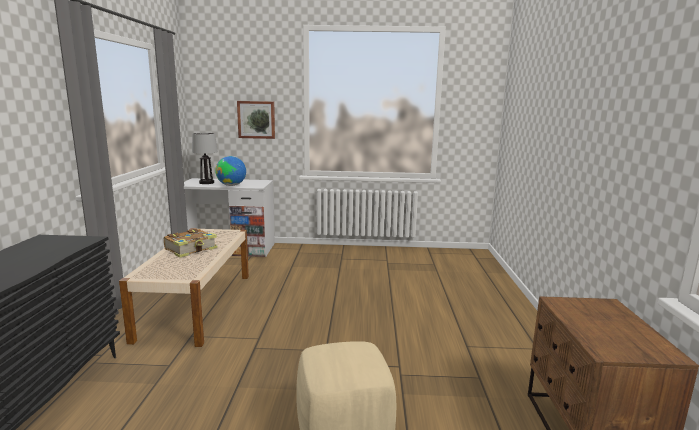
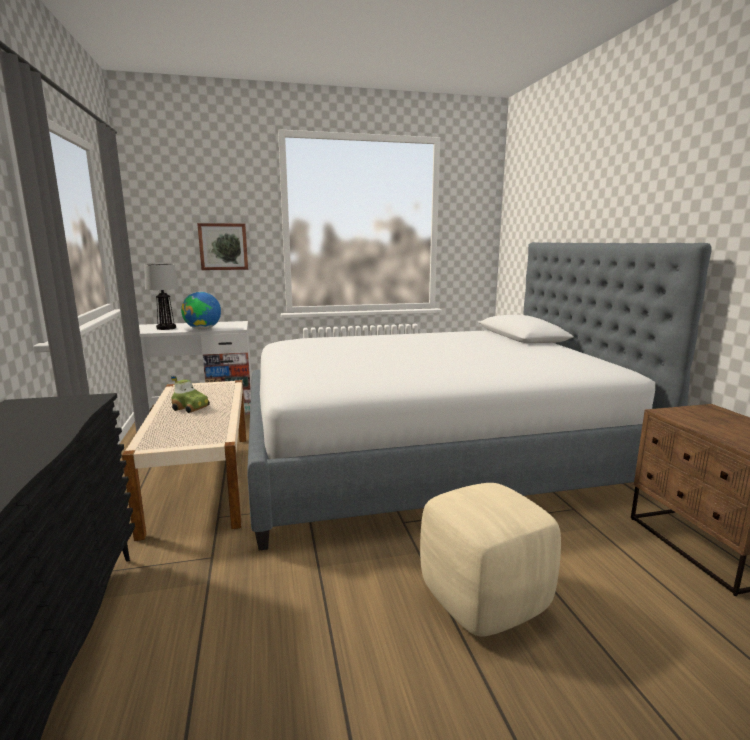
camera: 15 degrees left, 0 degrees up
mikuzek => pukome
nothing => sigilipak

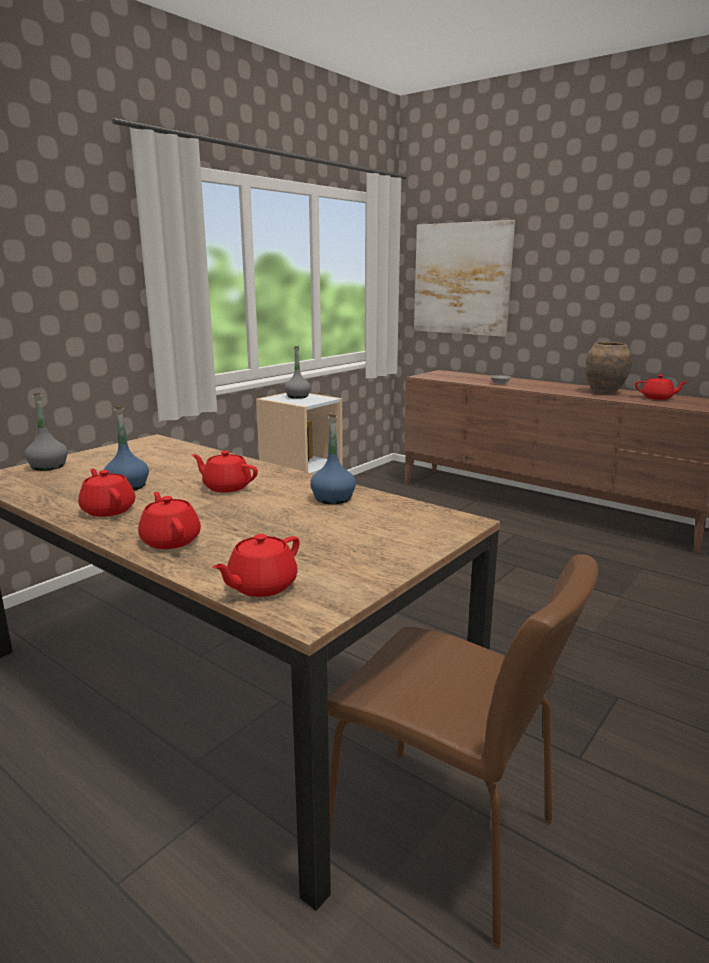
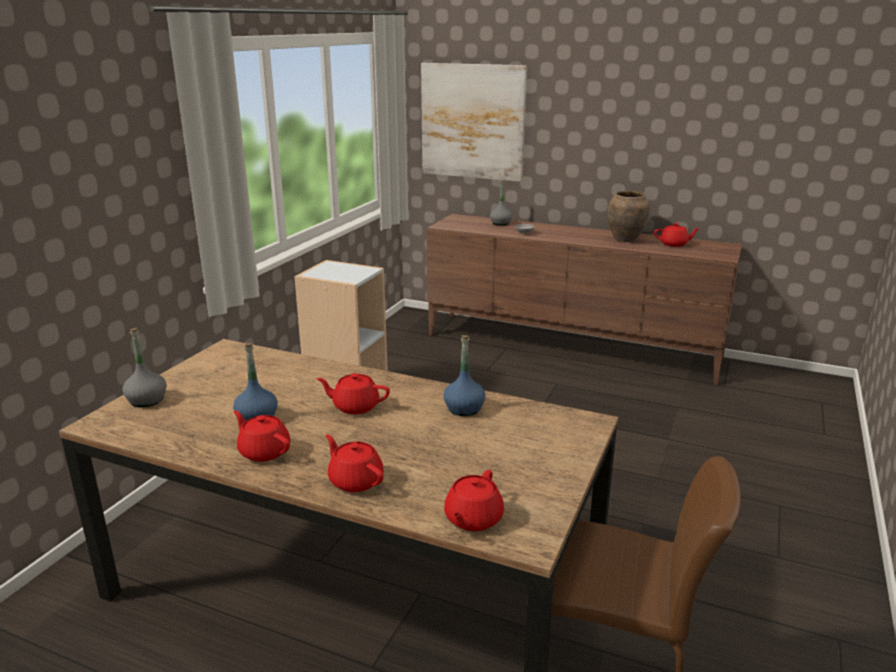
camera: 15 degrees left, 5 degrees up
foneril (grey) (2nd from left), moved

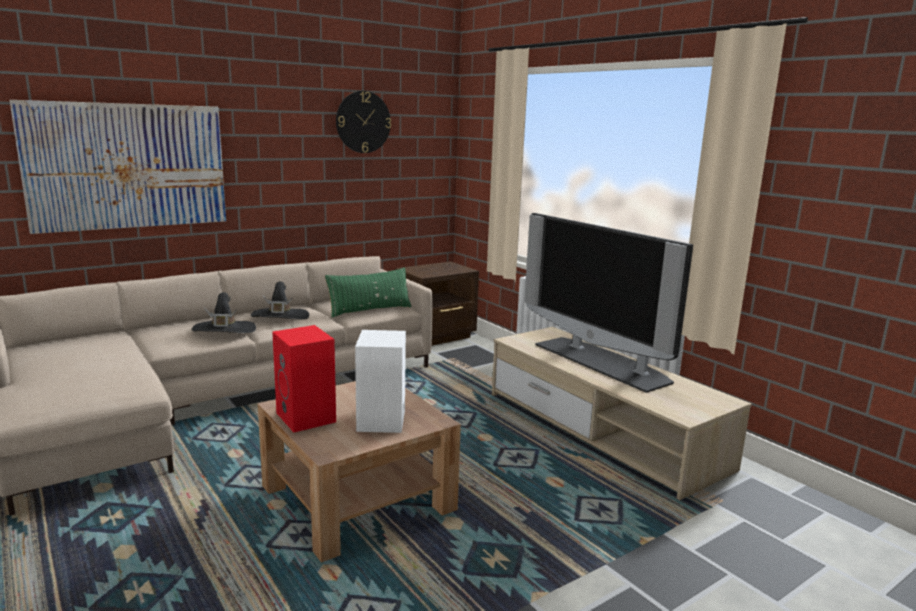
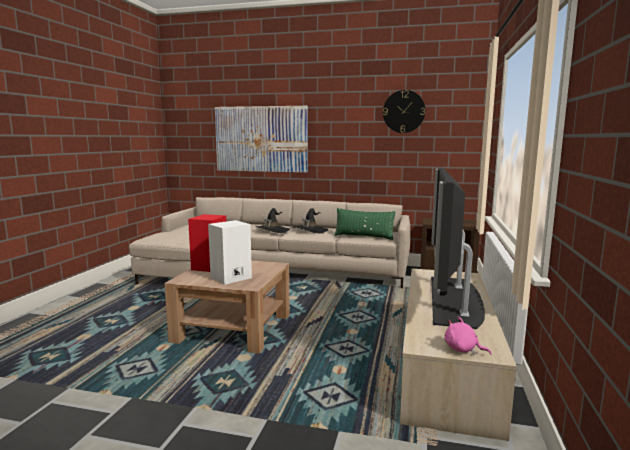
camera: 50 degrees right, 5 degrees down
nothing => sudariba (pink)

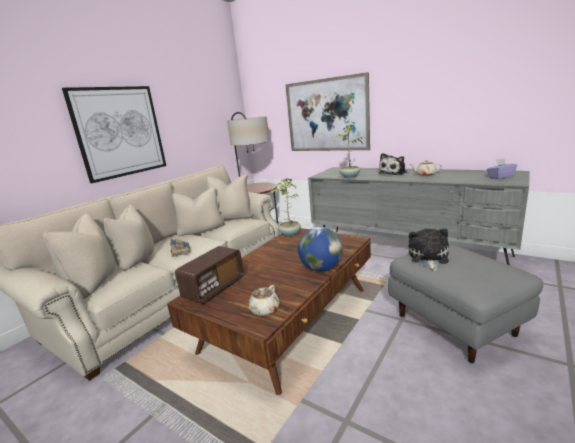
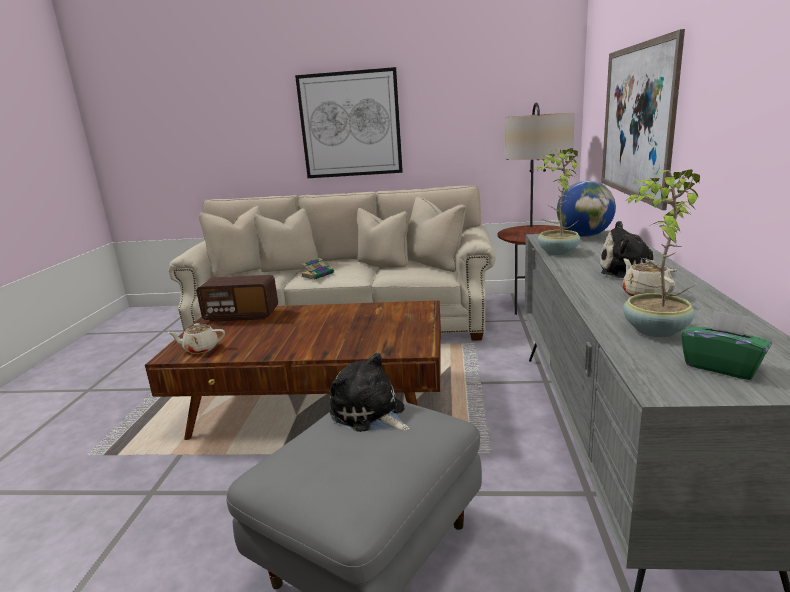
camera: 60 degrees right, 0 degrees up
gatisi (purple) => gatisi (green)
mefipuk (1st from left in the first image) => mefipuk (2nd from left), moved
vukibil, moved
sudariba (2nd from left in the first image) => sudariba (1st from left), 120 degrees counterclockwise

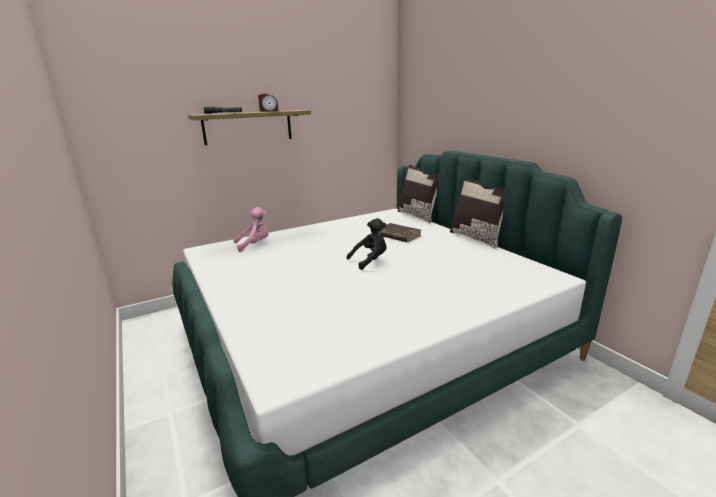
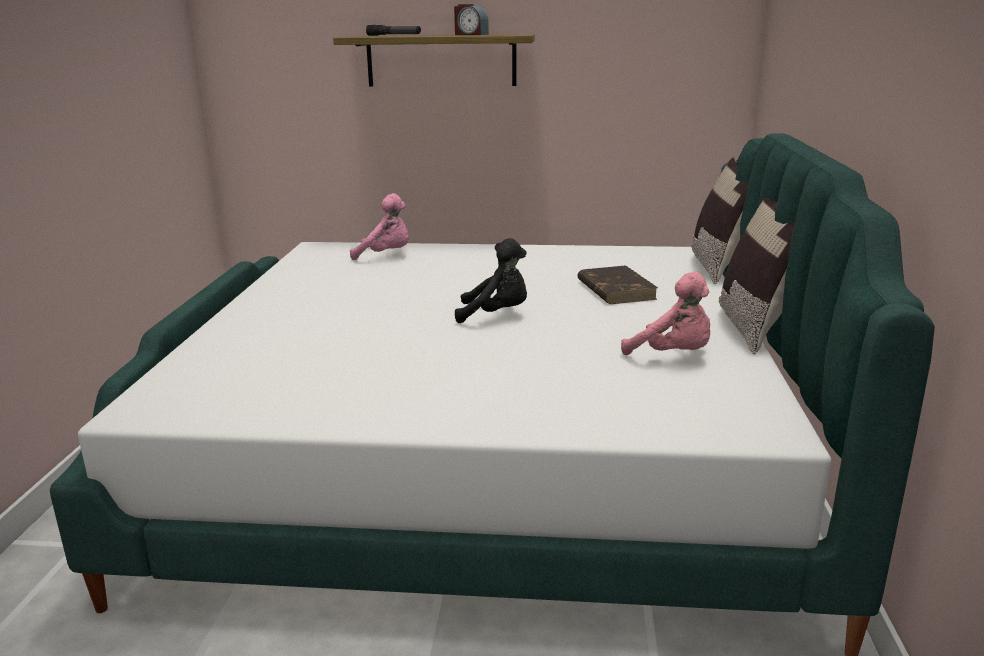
camera: 35 degrees right, 0 degrees up
nothing => sudariba (pink) (2nd from left)

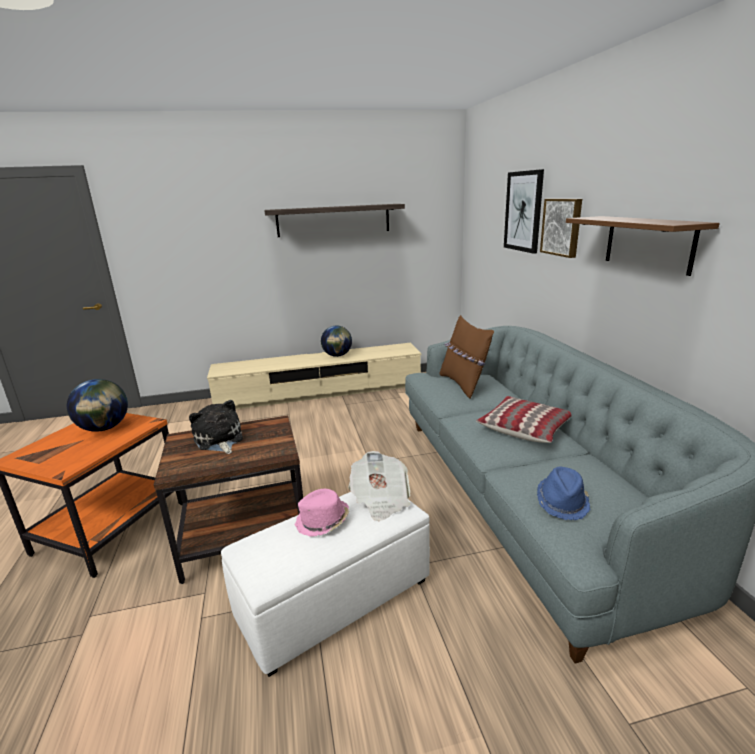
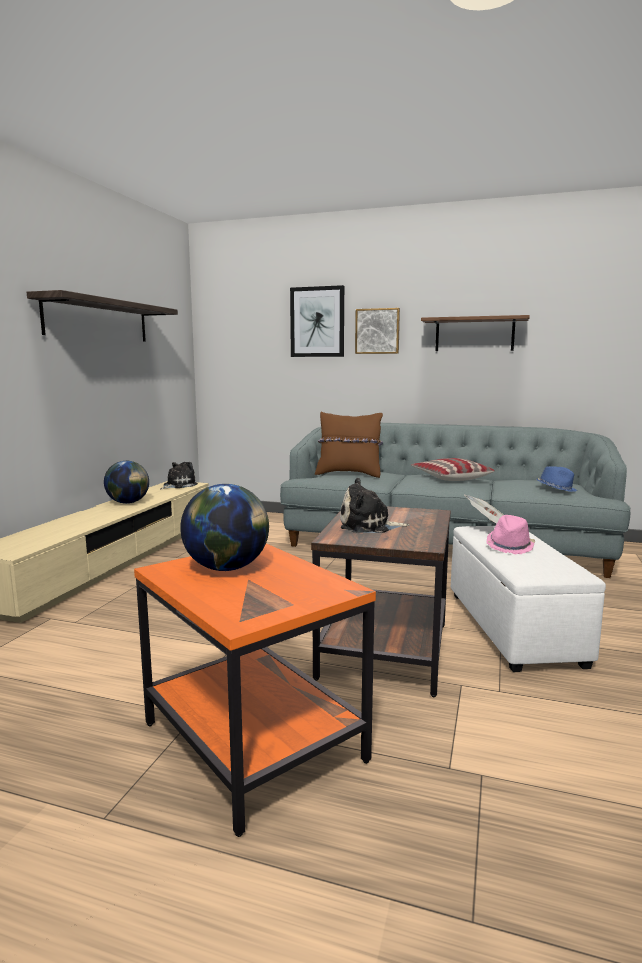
camera: 60 degrees left, 10 degrees down
nothing => sudariba (1st from left)

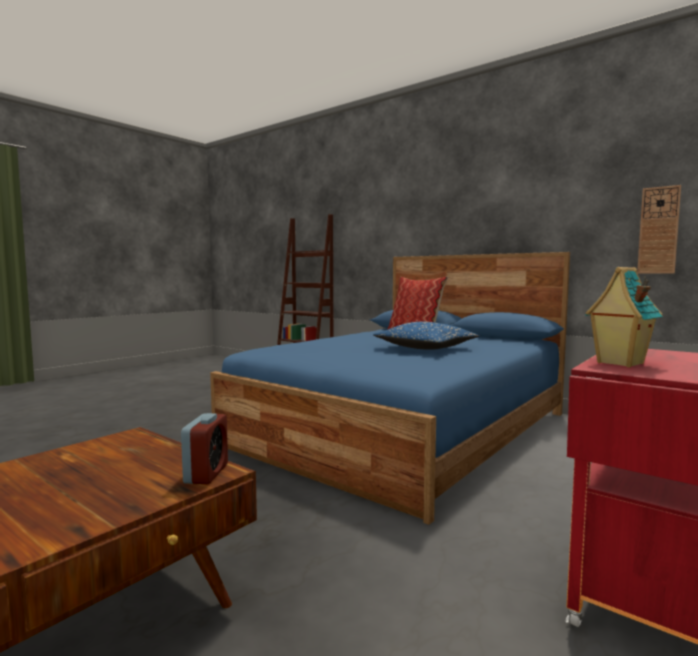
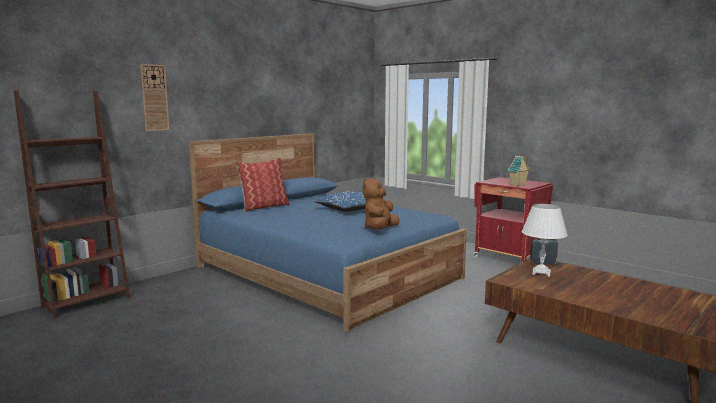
camera: 85 degrees left, 5 degrees up
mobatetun, moved
nothing => sudariba (brown)
nothing => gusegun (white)

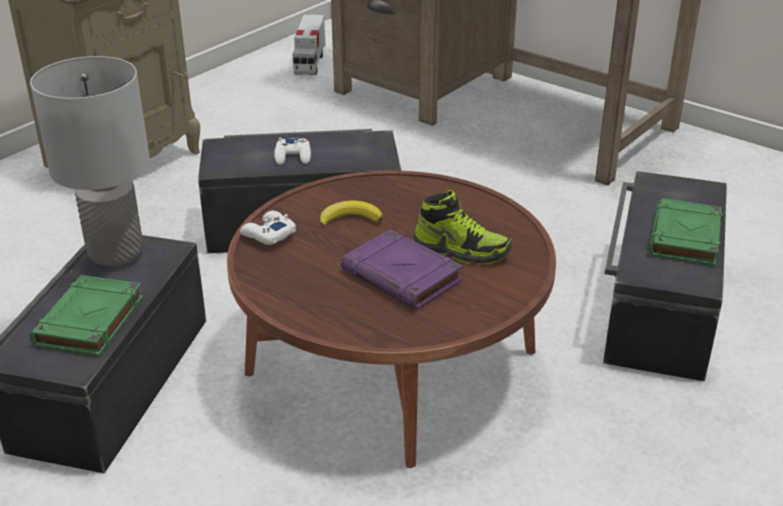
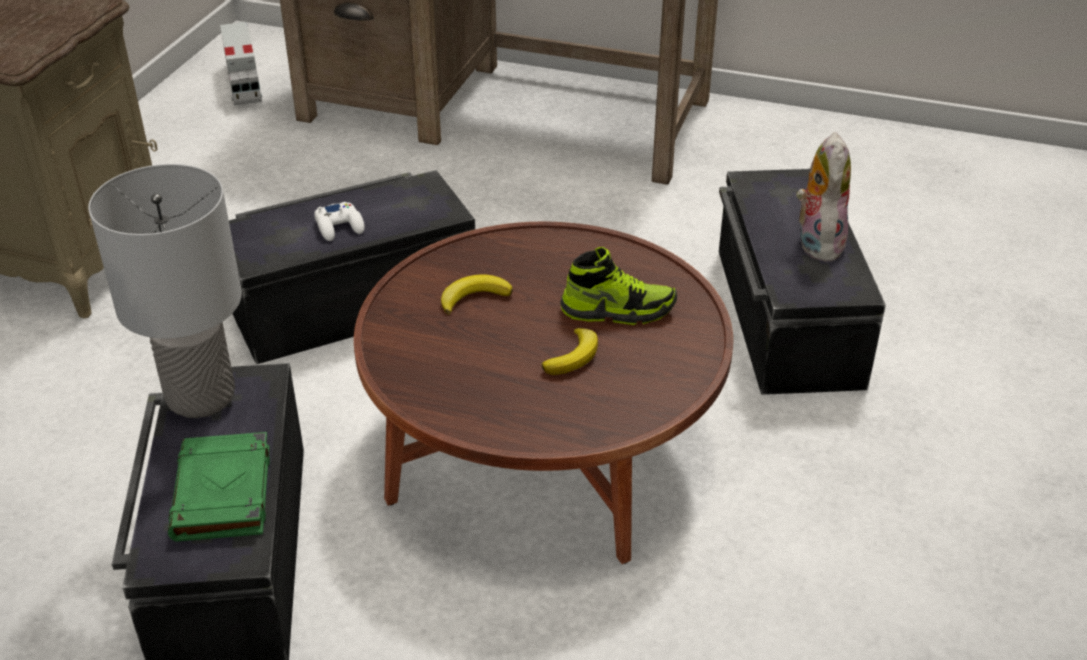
camera: 20 degrees left, 5 degrees up
mikuzek (green) (2nd from left) => sudariba
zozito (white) (1st from left) => nothing
mikuzek (purple) => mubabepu (2nd from left)

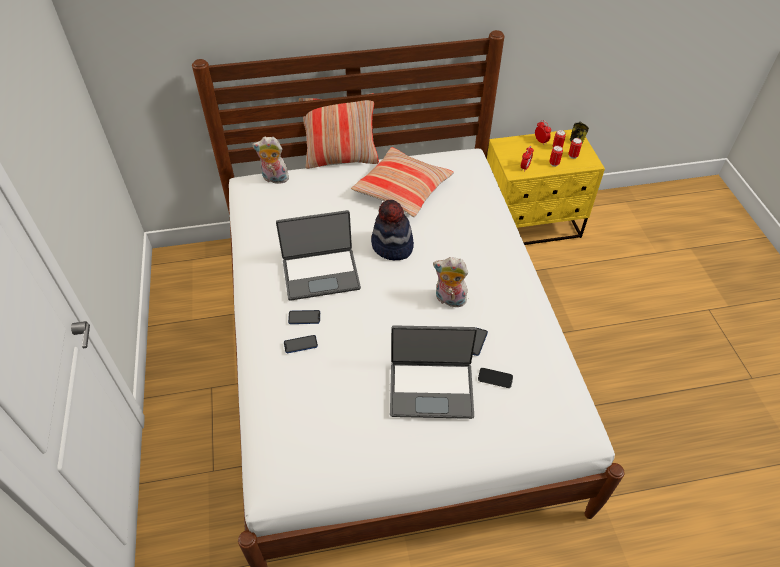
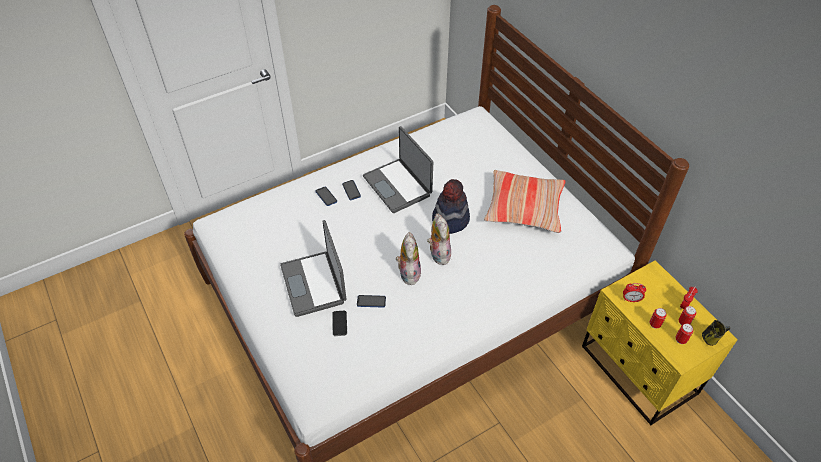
camera: 70 degrees right, 0 degrees up
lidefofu (1st from left) => nothing
sudariba (1st from left in the first image) => sudariba (2nd from left), moved

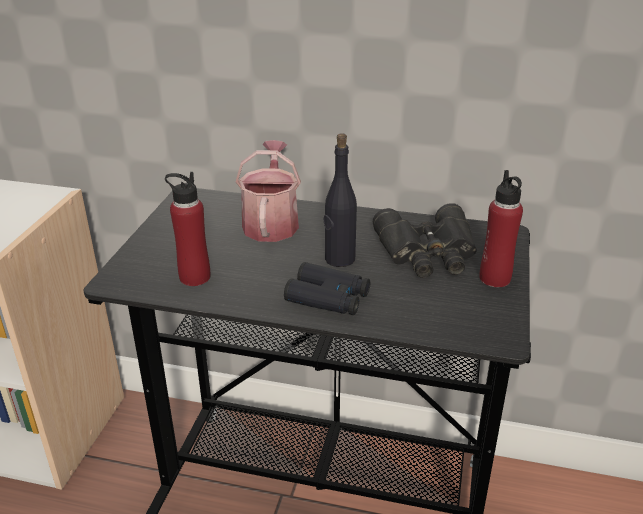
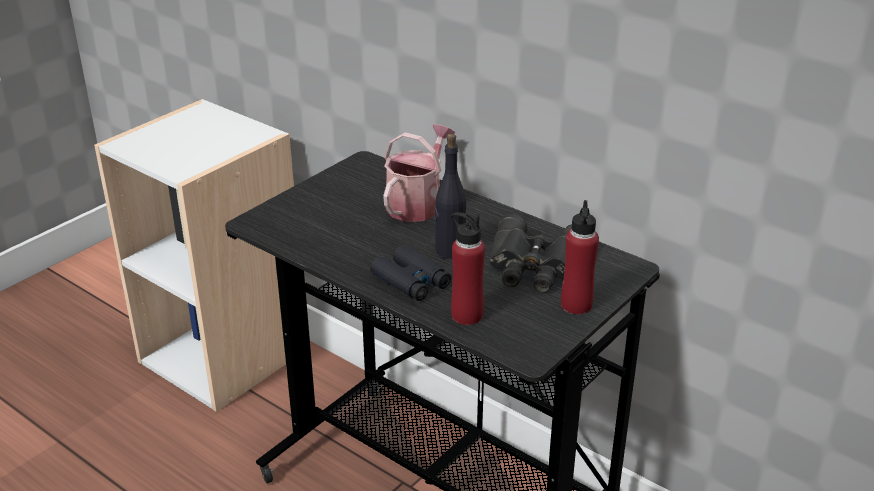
camera: 25 degrees right, 0 degrees up
foneril (red) (1st from left), moved

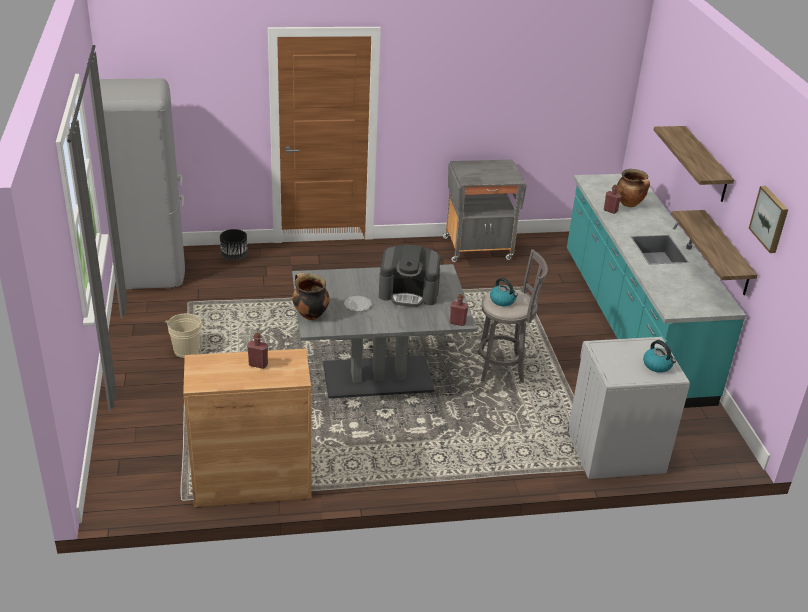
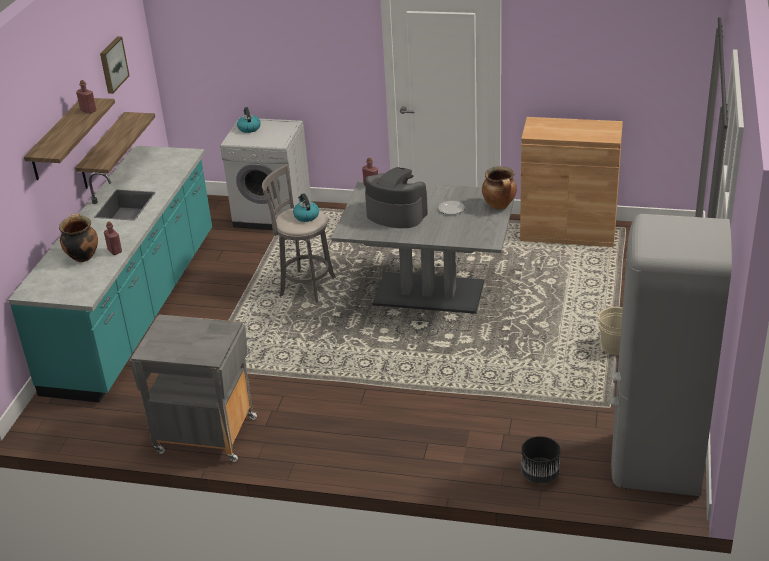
camera: 155 degrees left, 0 degrees up
foneril (red) (1st from left), moved

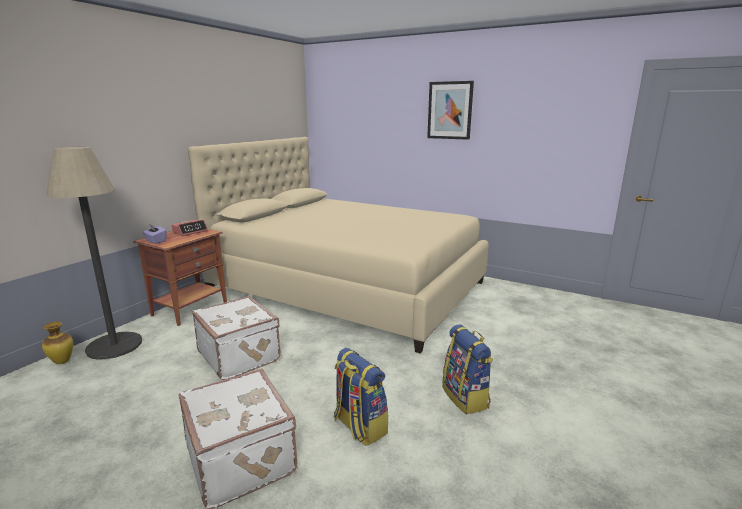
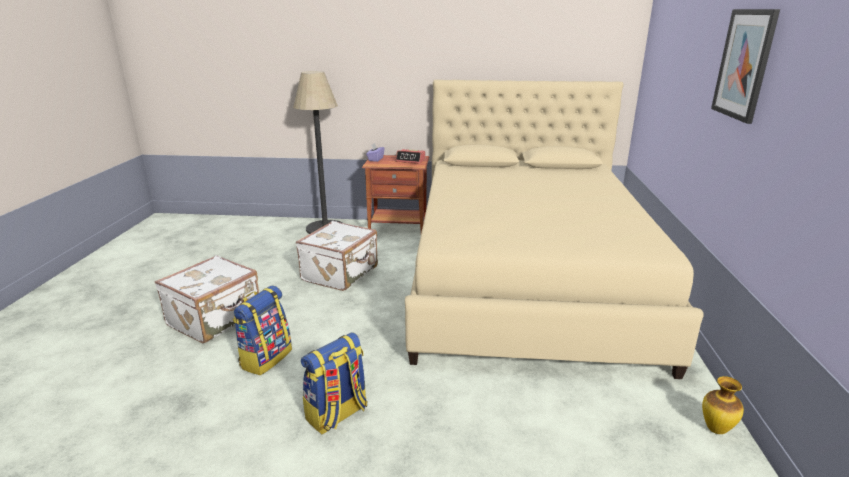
camera: 65 degrees right, 5 degrees up
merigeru, moved

